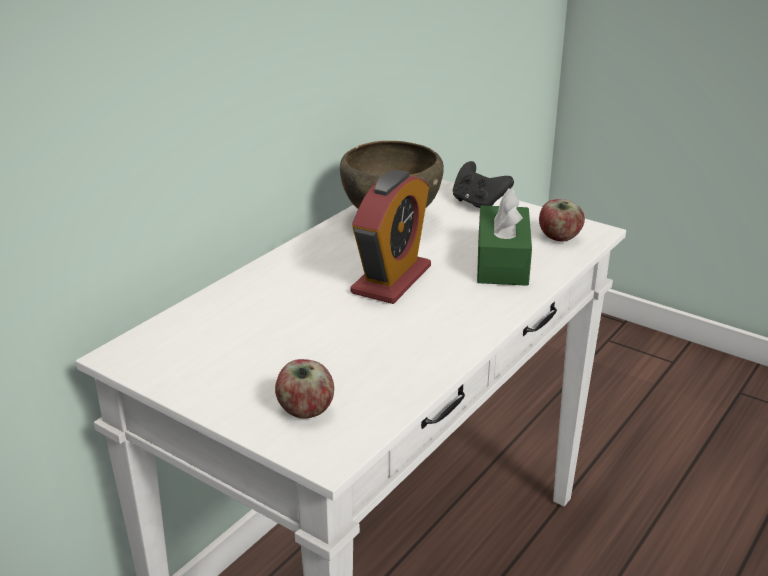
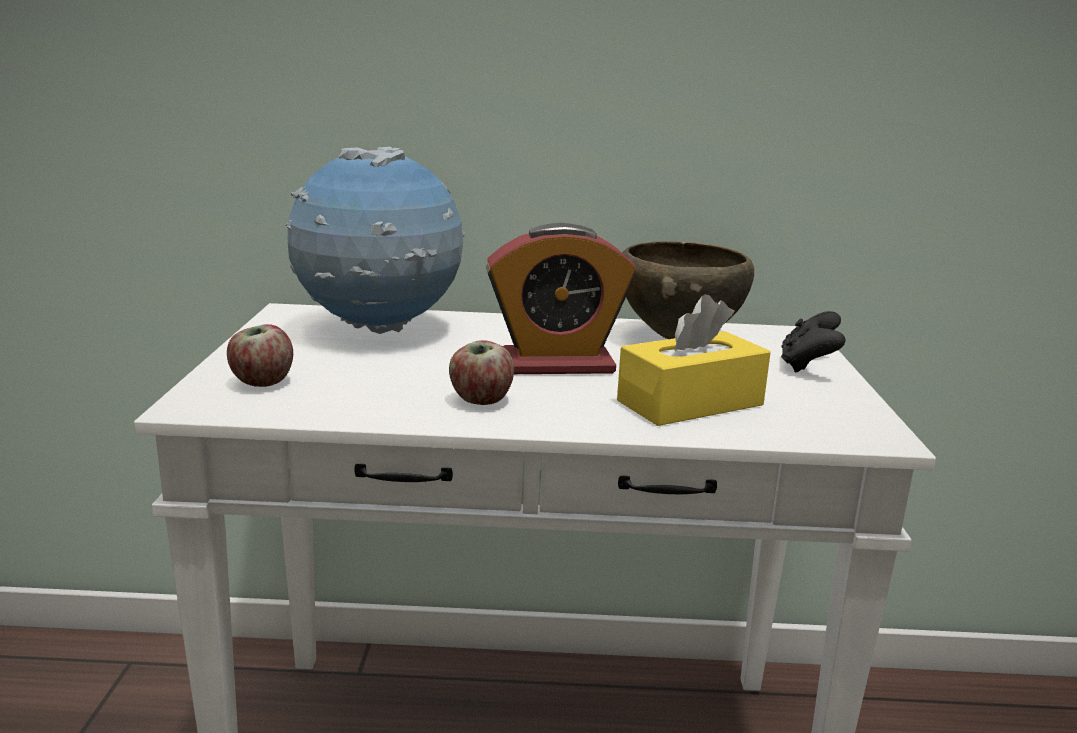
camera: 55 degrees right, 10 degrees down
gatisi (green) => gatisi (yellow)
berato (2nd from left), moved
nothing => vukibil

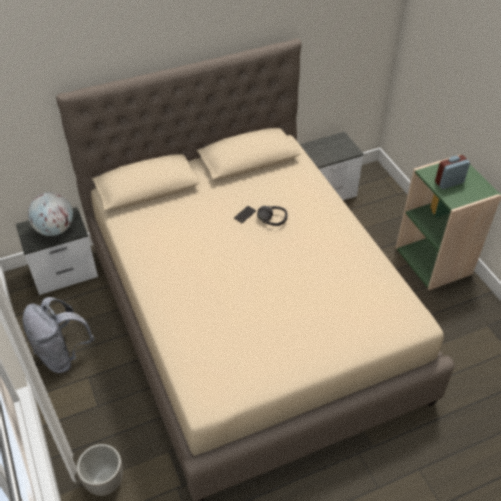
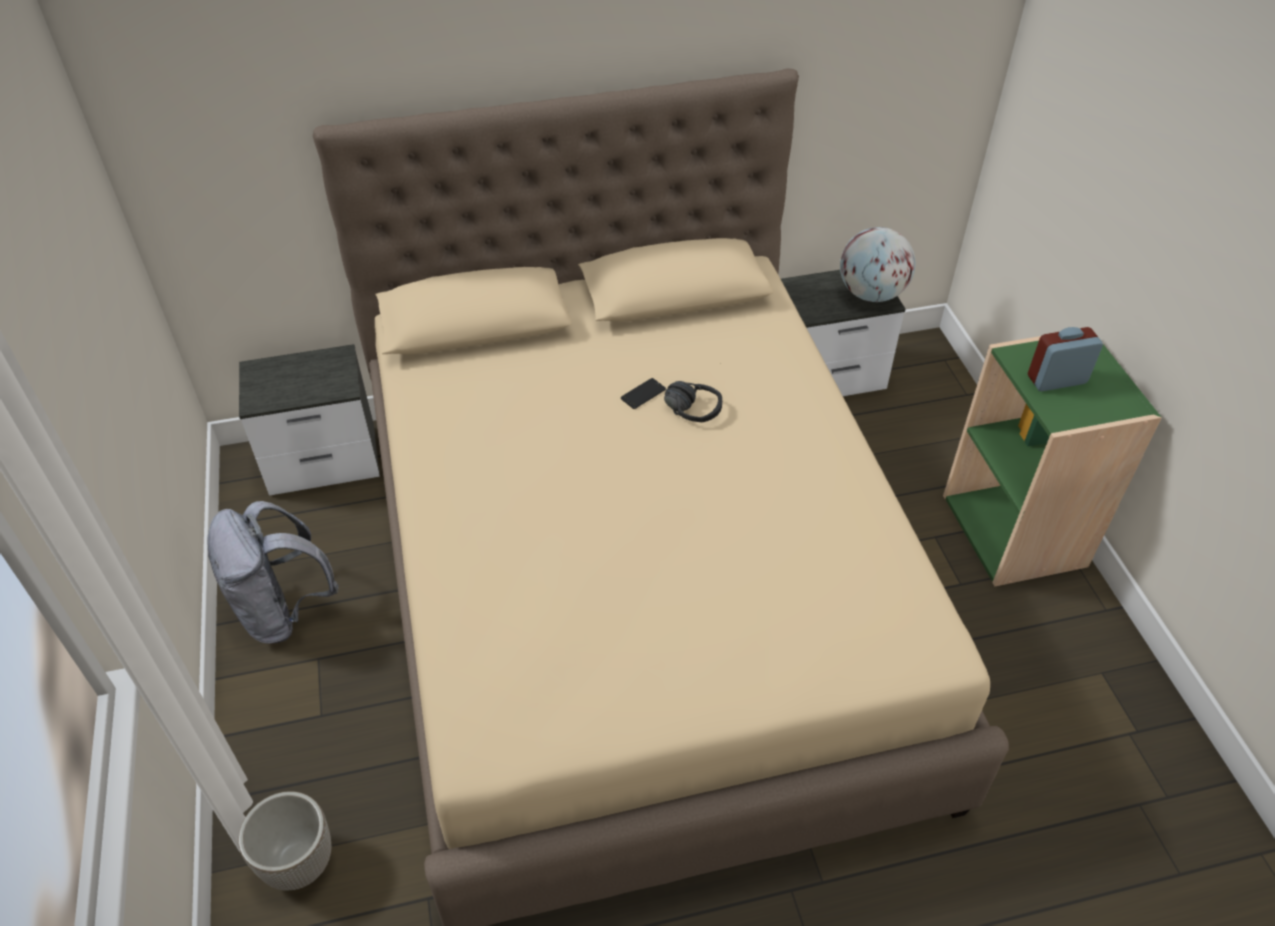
camera: 10 degrees right, 0 degrees up
vukibil, moved

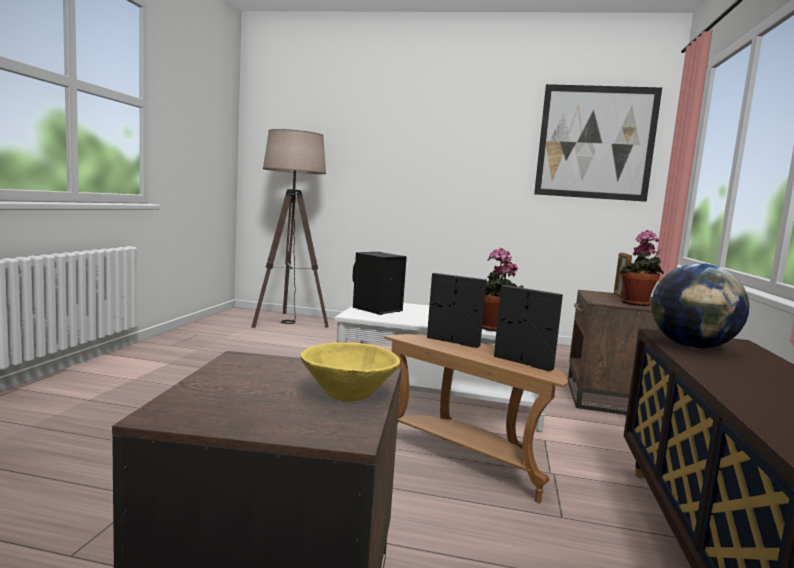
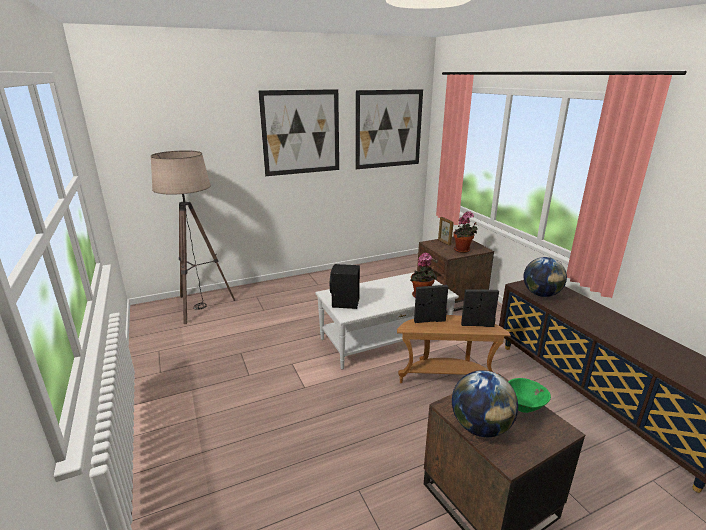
camera: 35 degrees left, 15 degrees up
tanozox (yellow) => tanozox (green)
nothing => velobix (1st from left)
nothing => vukibil (1st from left)

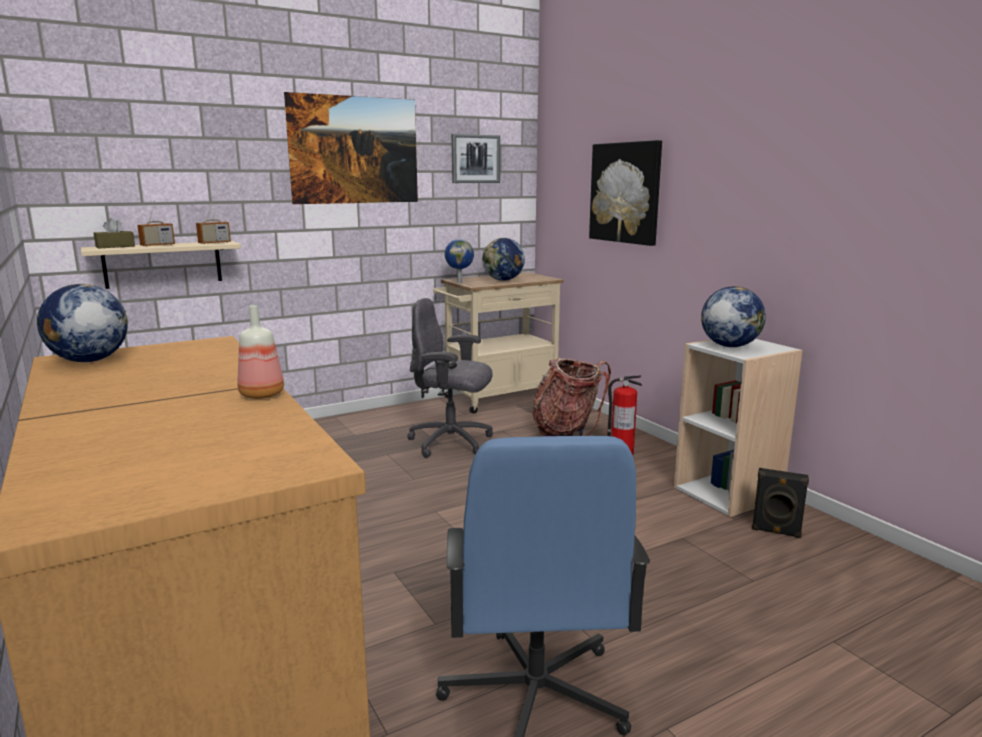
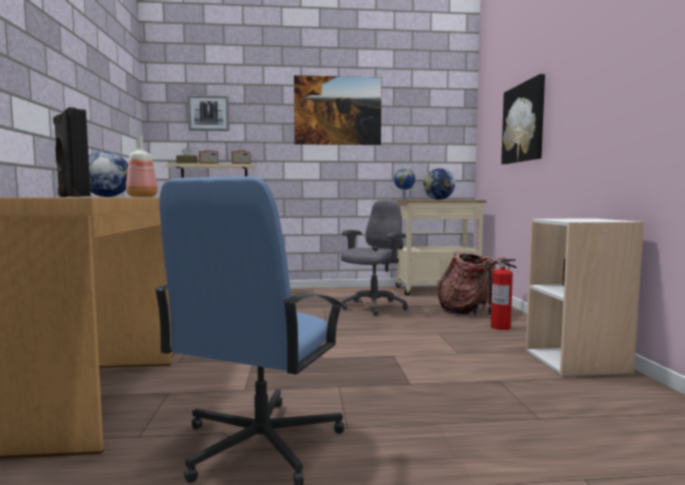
camera: 25 degrees right, 10 degrees down
velobix (2nd from left in the first image) => velobix (1st from left), moved
vukibil (4th from left) => nothing
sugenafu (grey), 90 degrees clockwise
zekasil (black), moved

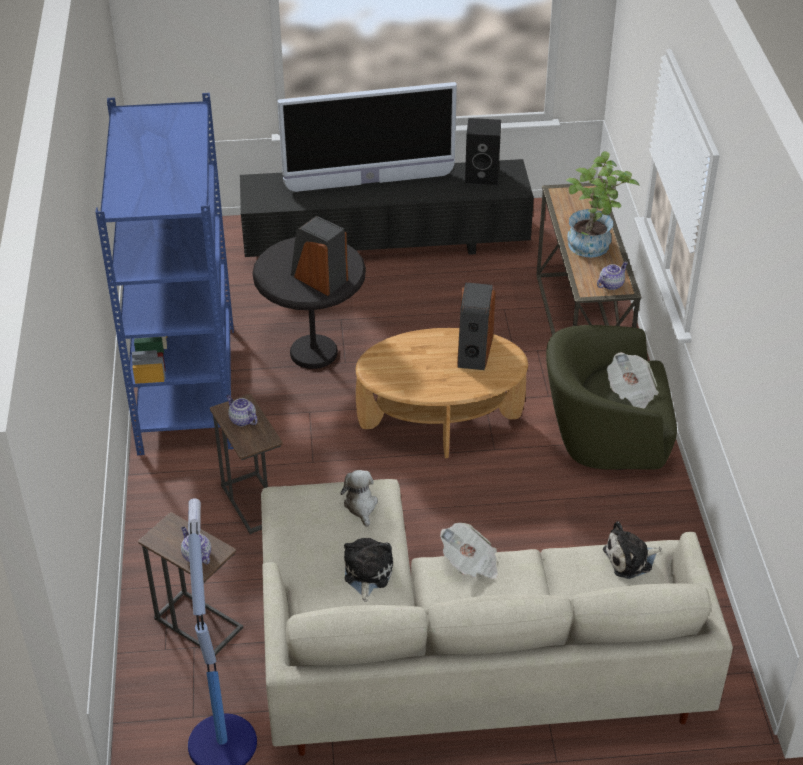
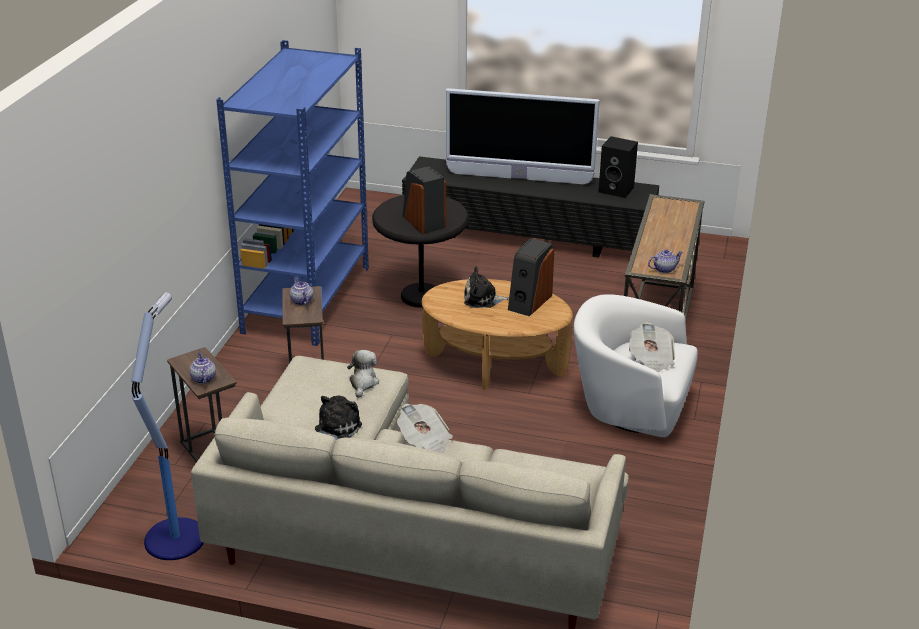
camera: 20 degrees right, 10 degrees down
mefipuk => nothing
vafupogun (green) => vafupogun (white)
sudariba (3rd from left), moved

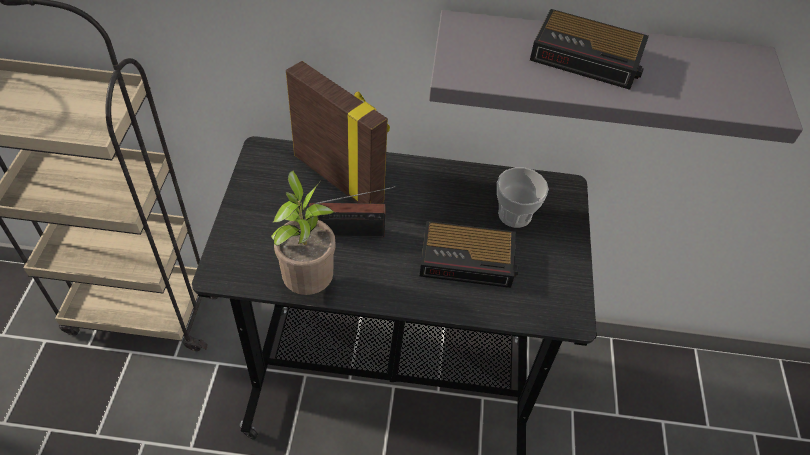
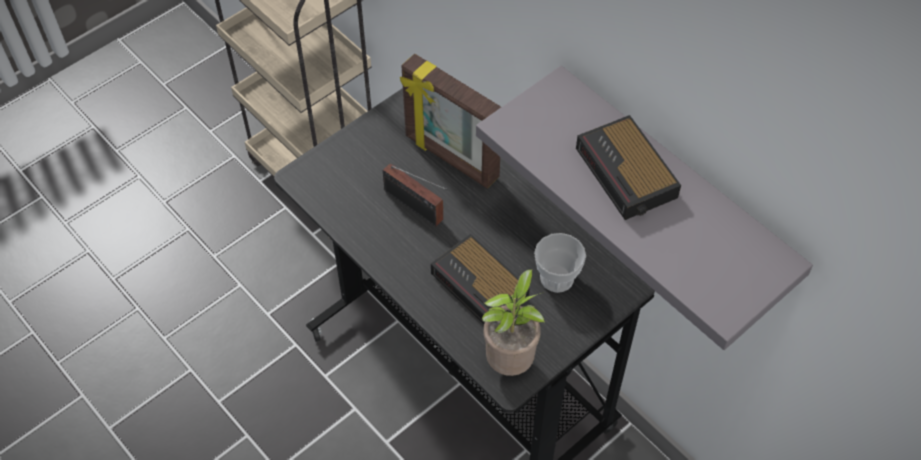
camera: 45 degrees right, 5 degrees up
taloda, 135 degrees clockwise
mefipuk, moved

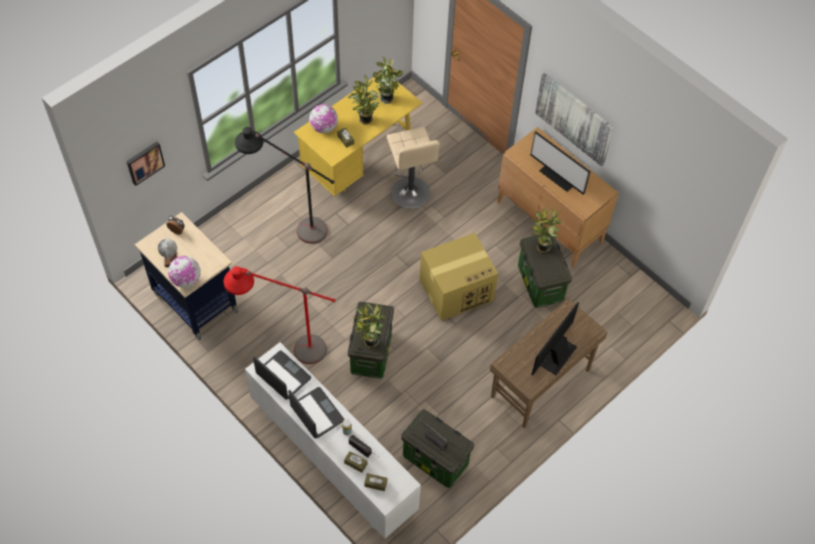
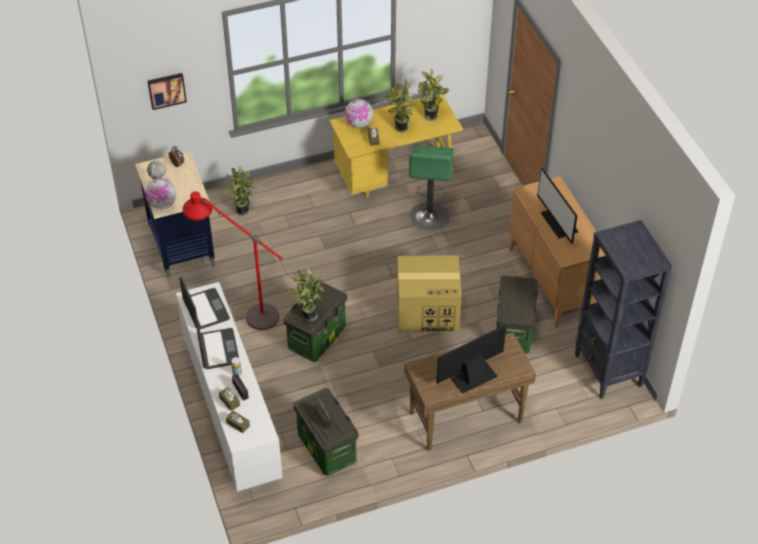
camera: 25 degrees right, 10 degrees down
velobix (2nd from left) => nothing
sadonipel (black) => nothing
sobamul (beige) => sobamul (green)
mefipuk (4th from left in the first image) => mefipuk (1st from left), moved
nothing => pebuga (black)

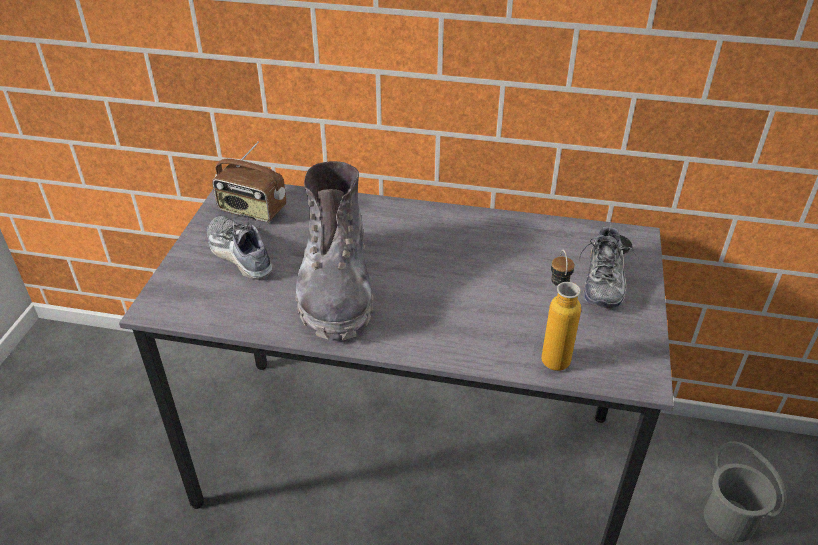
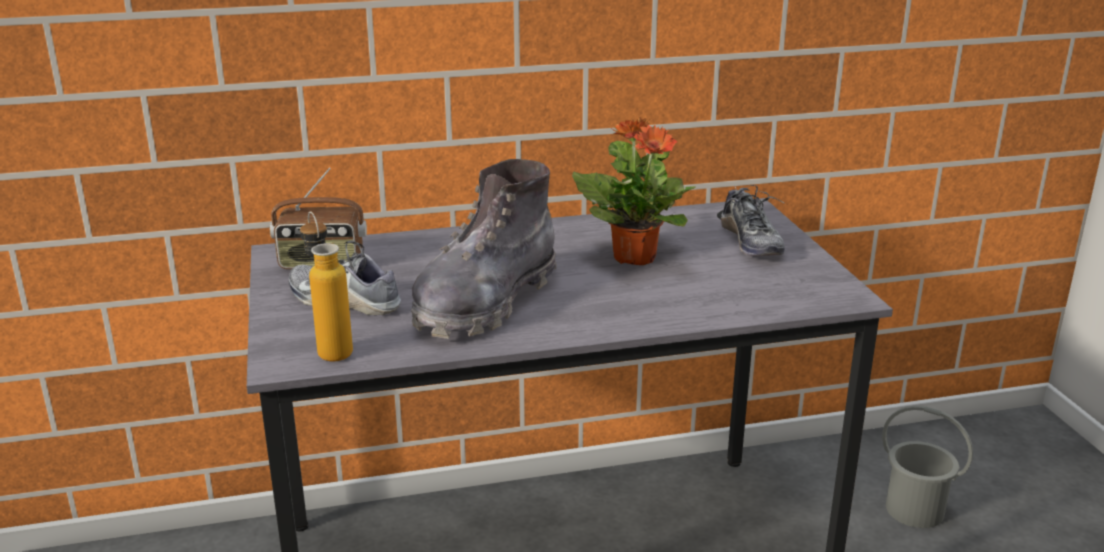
camera: 25 degrees left, 15 degrees down
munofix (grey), 60 degrees clockwise
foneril, moved
nothing => mefipuk

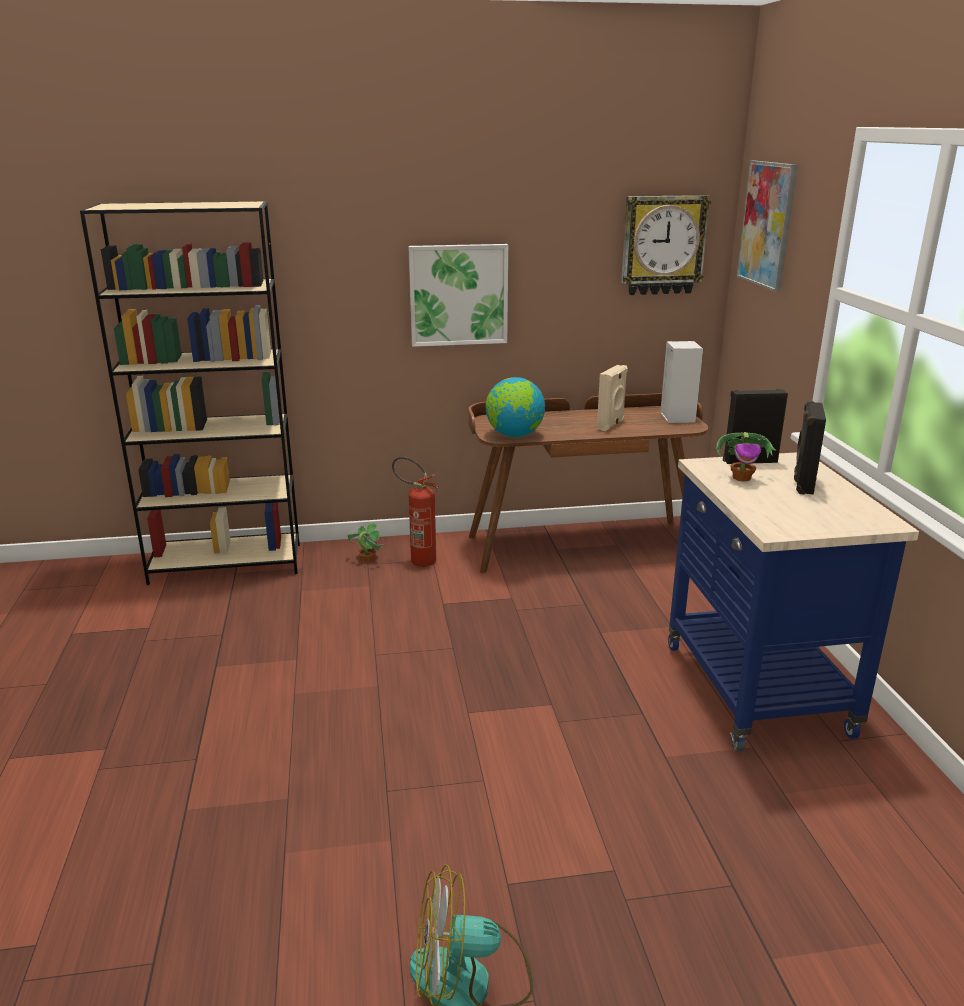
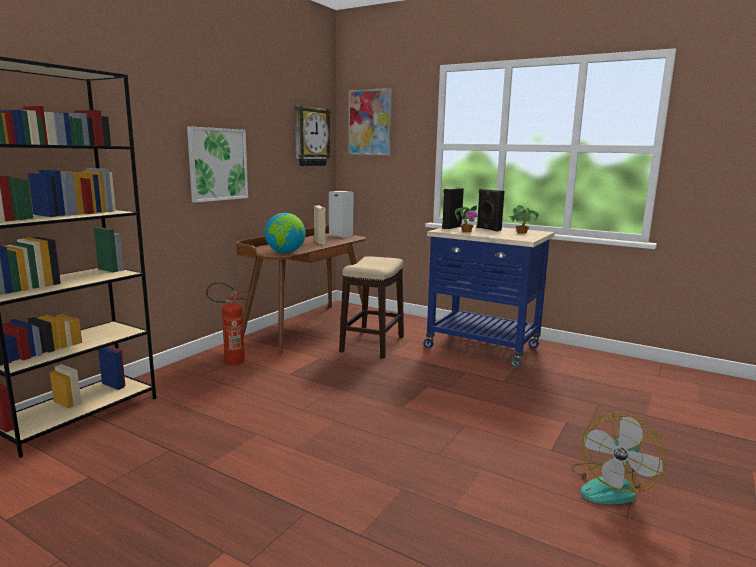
camera: 50 degrees left, 10 degrees down
mefipuk (1st from left in the first image) => mefipuk (2nd from left), moved
nothing => sobamul

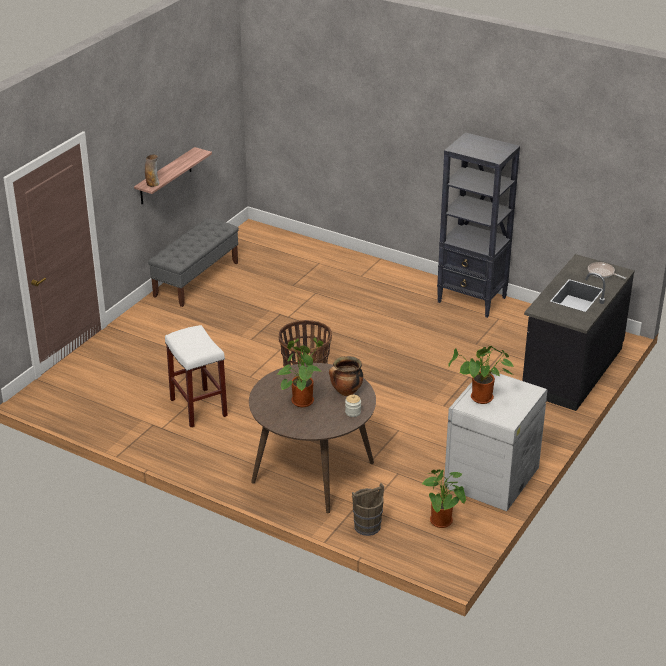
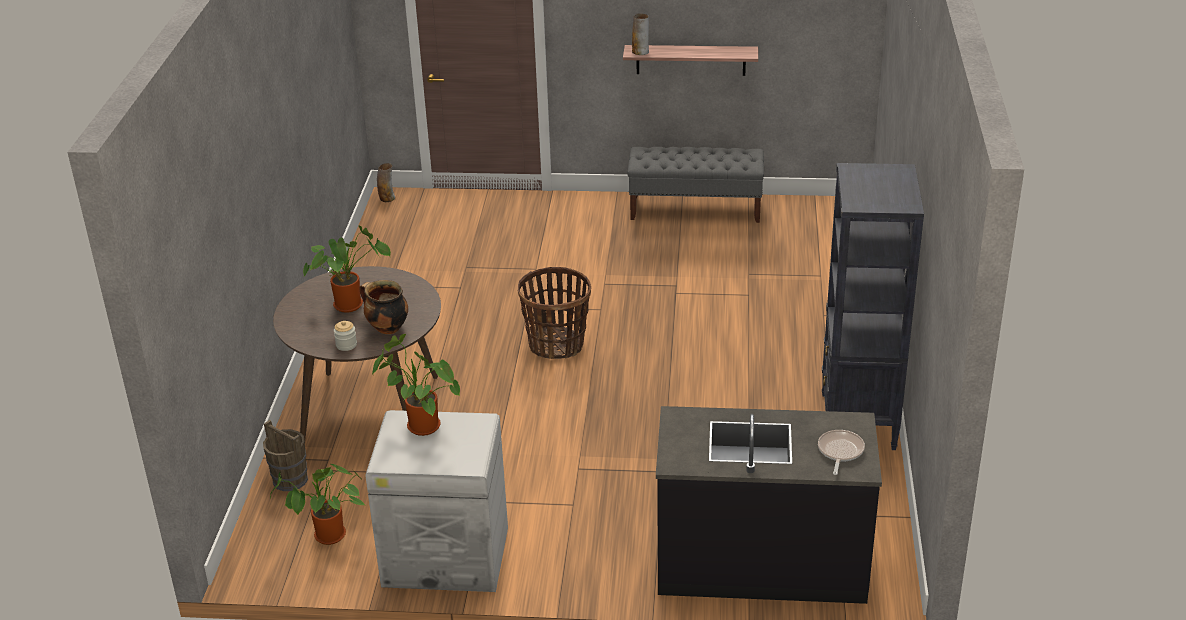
camera: 65 degrees right, 0 degrees up
sobamul (white) => nothing
nothing => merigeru (1st from left)

